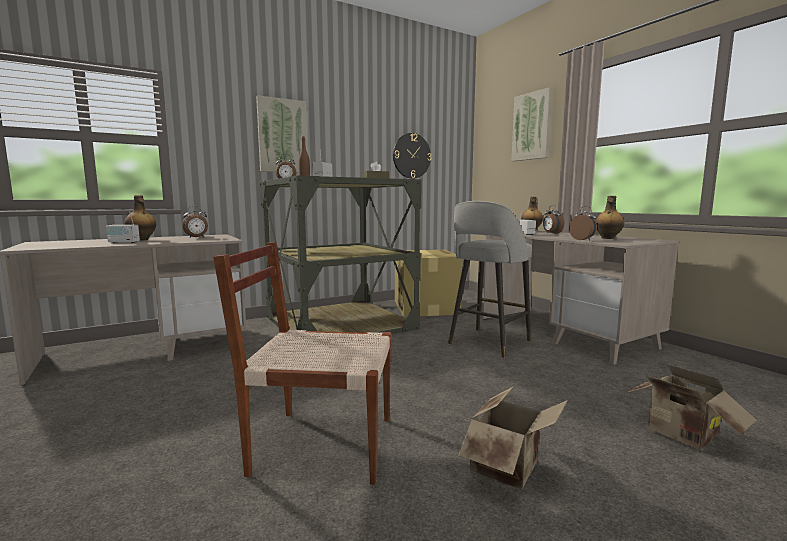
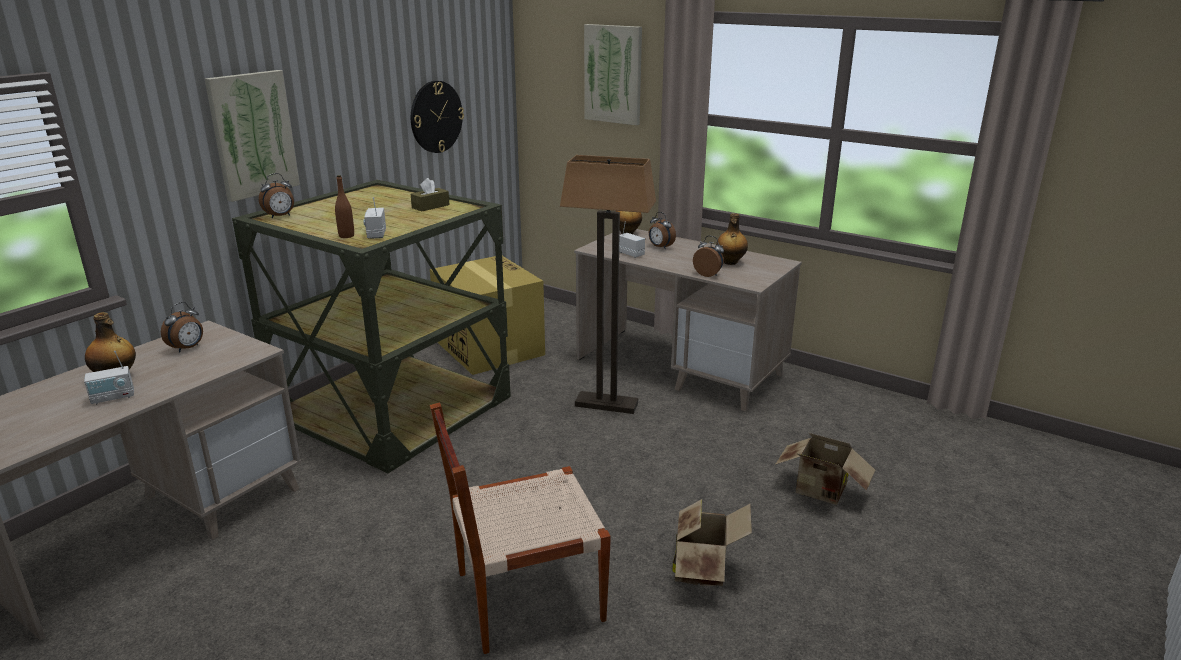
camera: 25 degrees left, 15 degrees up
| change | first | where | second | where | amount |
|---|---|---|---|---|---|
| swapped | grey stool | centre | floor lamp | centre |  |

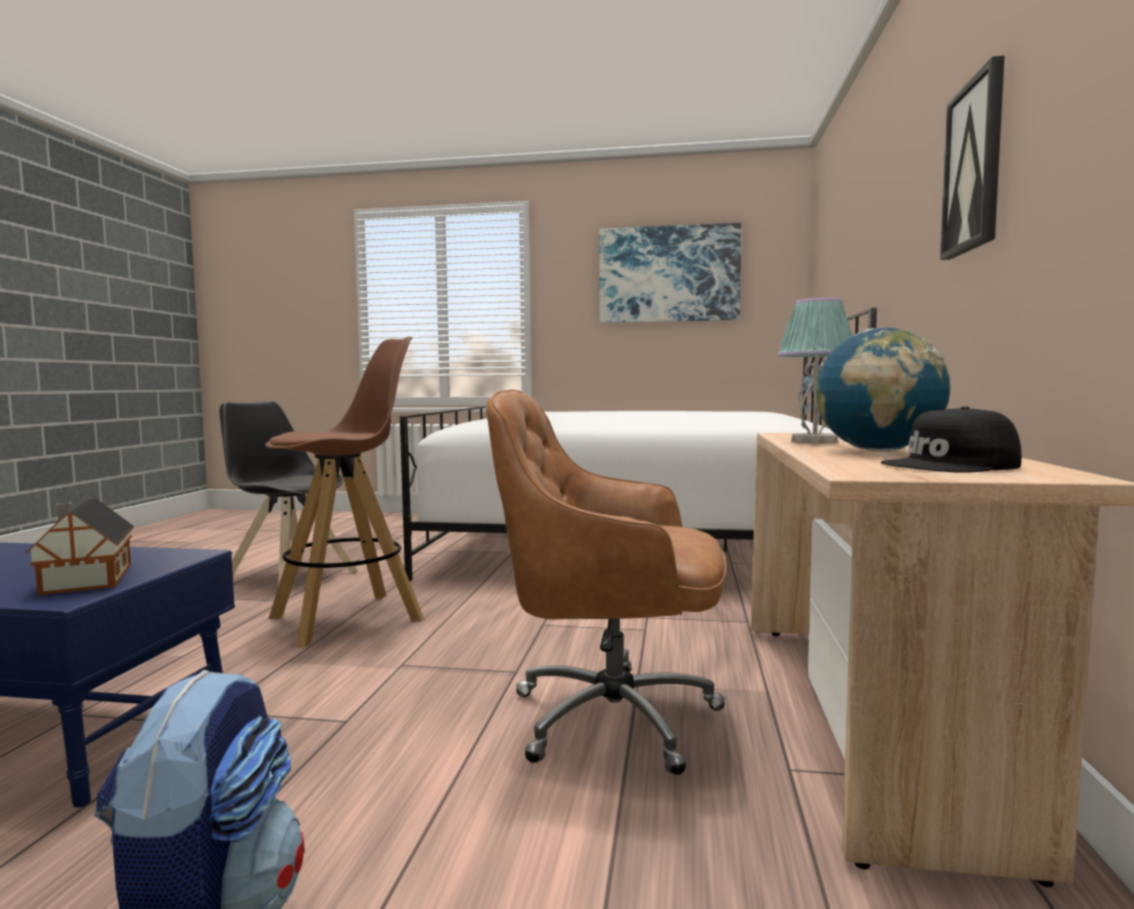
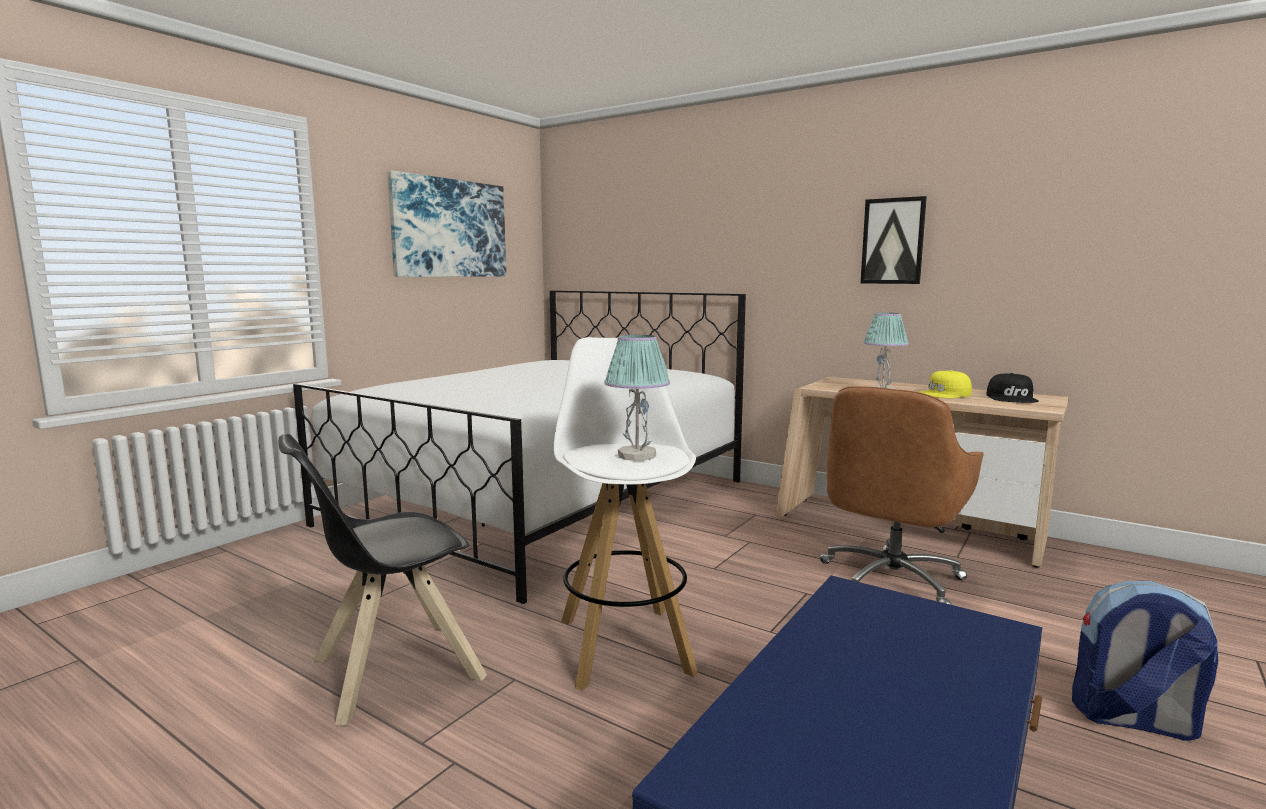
camera: 65 degrees left, 5 degrees up
| change | first | where | second | where | amount |
|---|---|---|---|---|---|
| swapped | globe | middle right | yellow cap | middle right |  |
| repainted | brown stool | middle left | white stool | centre |  |
| gone | toy house | middle left |  |  |  |
| new |  |  | table lamp (no. 1 from left) | centre |  |

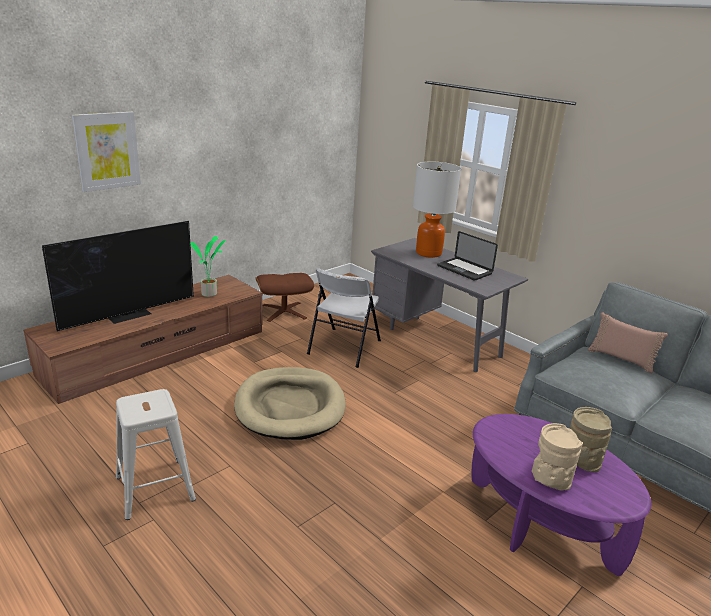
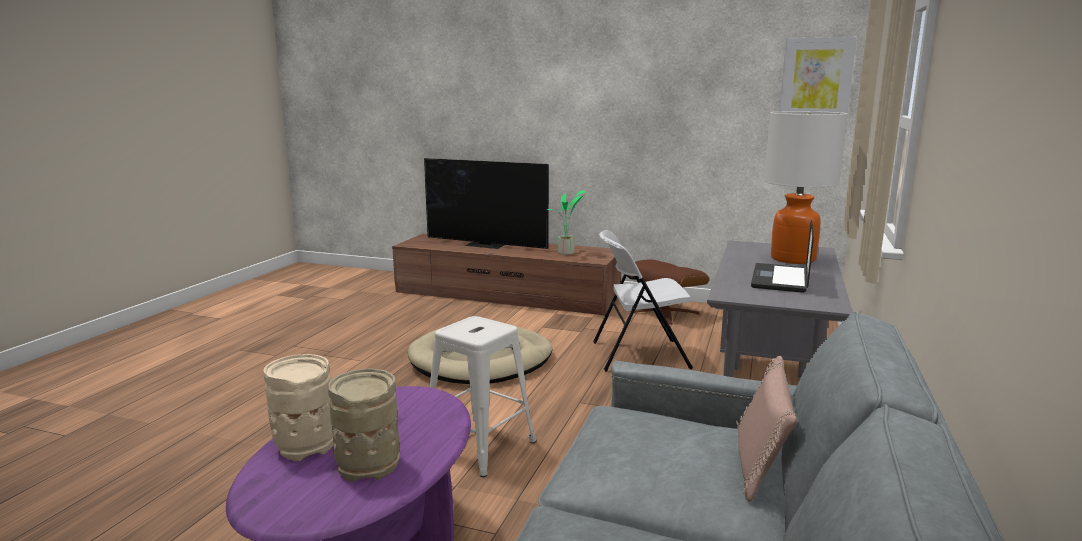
camera: 65 degrees right, 10 degrees down
| change | first | where | second | where | amount |
|---|---|---|---|---|---|
| shifted | picture | top left |  | top right |  |
| shifted | white stool | bottom left |  | bottom centre |  |

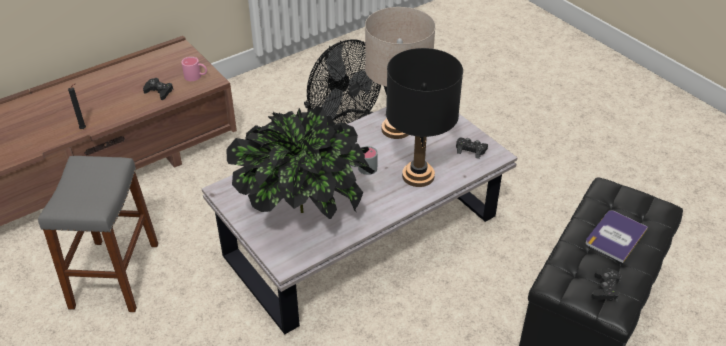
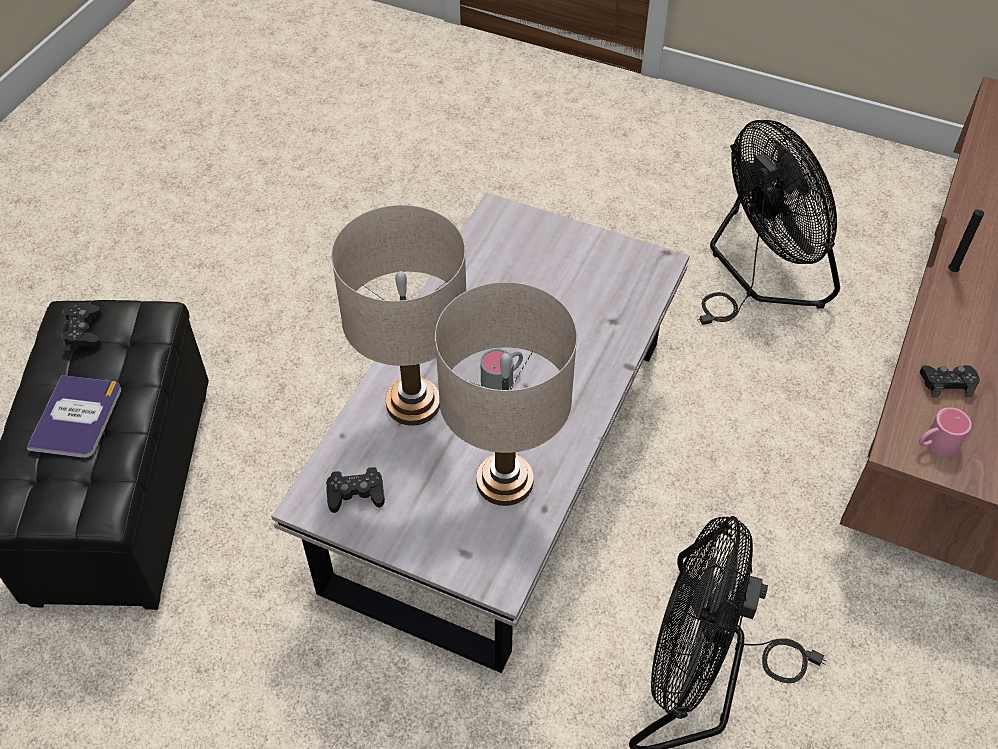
camera: 150 degrees right, 10 degrees up
| change | first | where | second | where | amount |
|---|---|---|---|---|---|
| repainted | black table lamp | centre | beige table lamp (no. 1 from left) | centre |  |
| gone | potted plant | centre |  |  |  |
| swapped | grey stool | bottom left | black fan (no. 2 from left) | top right |  |

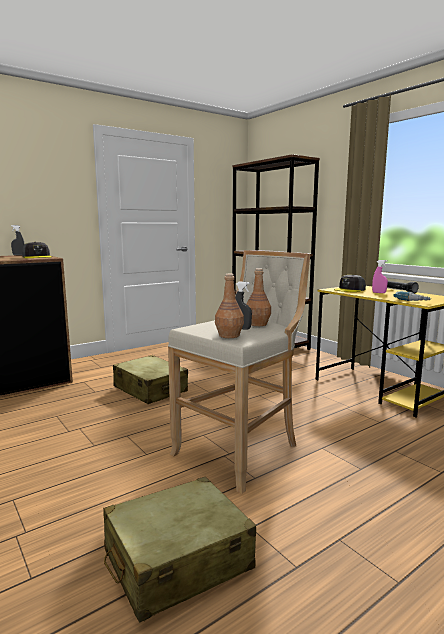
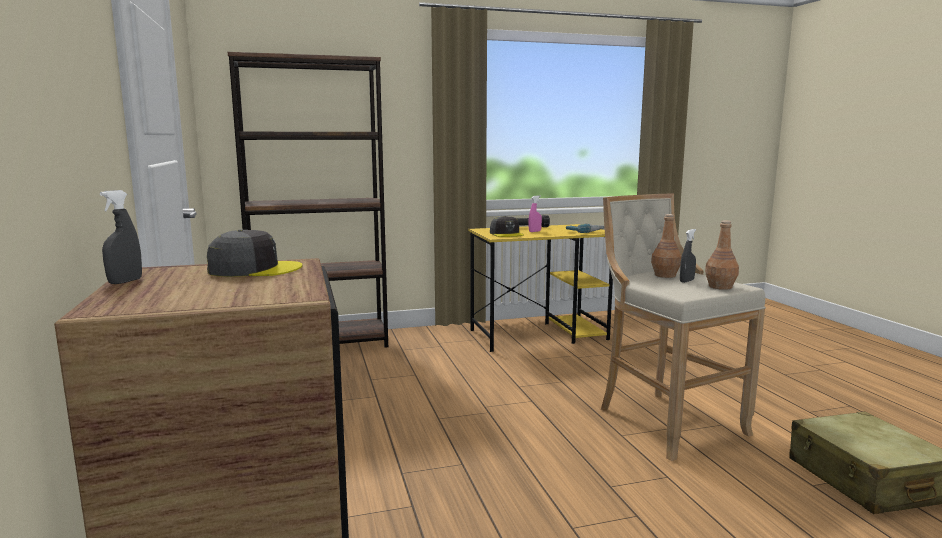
camera: 70 degrees left, 0 degrees up
| change | first | where | second | where | amount |
|---|---|---|---|---|---|
| gone | beige suitcase (no. 1 from left) | centre |  |  |  |

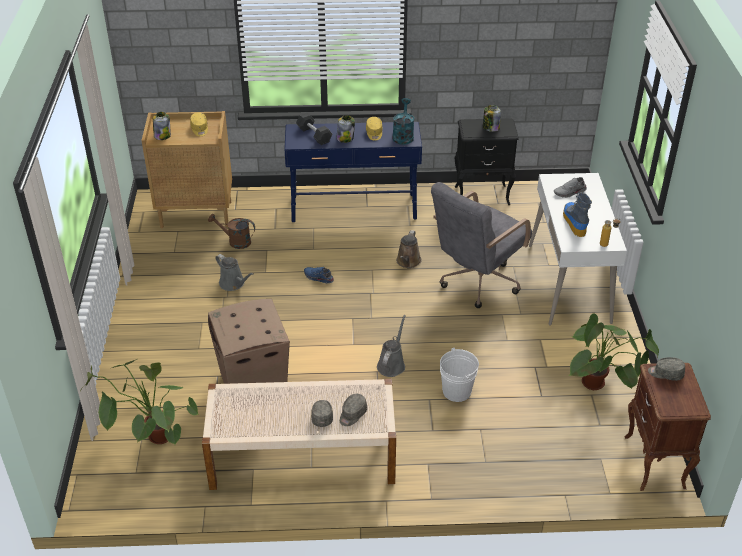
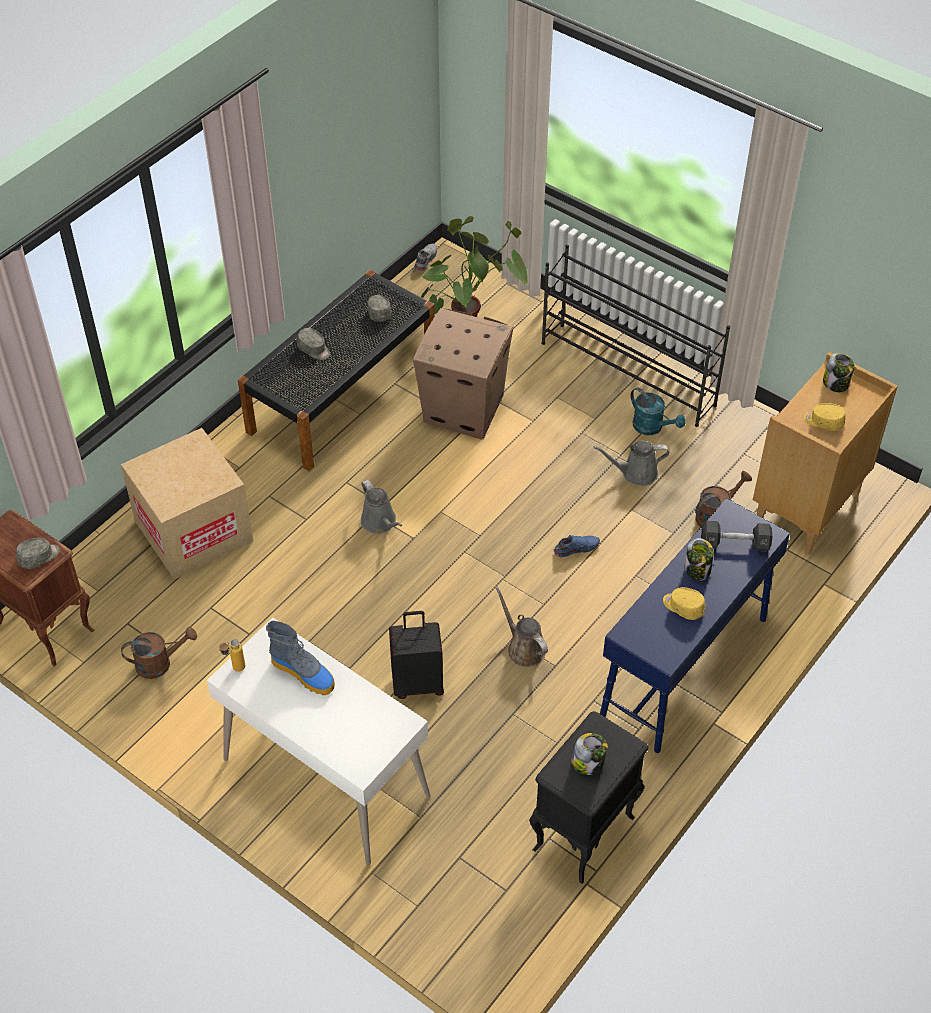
camera: 130 degrees right, 10 degrees up
| change | first | where | second | where | amount |
|---|---|---|---|---|---|
| shifted | turquoise watering can | top centre |  | middle right |  |
| shifted | grey shoe | middle right |  | top centre |  |
| swapped | grey office chair | centre | black suitcase | centre |  |
| swapped | potted plant (no. 2 from left) | middle right | brown watering can (no. 1 from left) | middle left |  |
| gone | white bucket | bottom centre |  |  |  |
| repainted | beige bench | bottom centre | black bench | centre |  |
| shifted | grey cap (no. 2 from left in the first image) | bottom centre | grey cap (no. 3 from left) | top centre |  |
| new |  |  | black shoe rack | top right |  |
| new |  |  | cardboard box (no. 1 from left) | middle left |  |

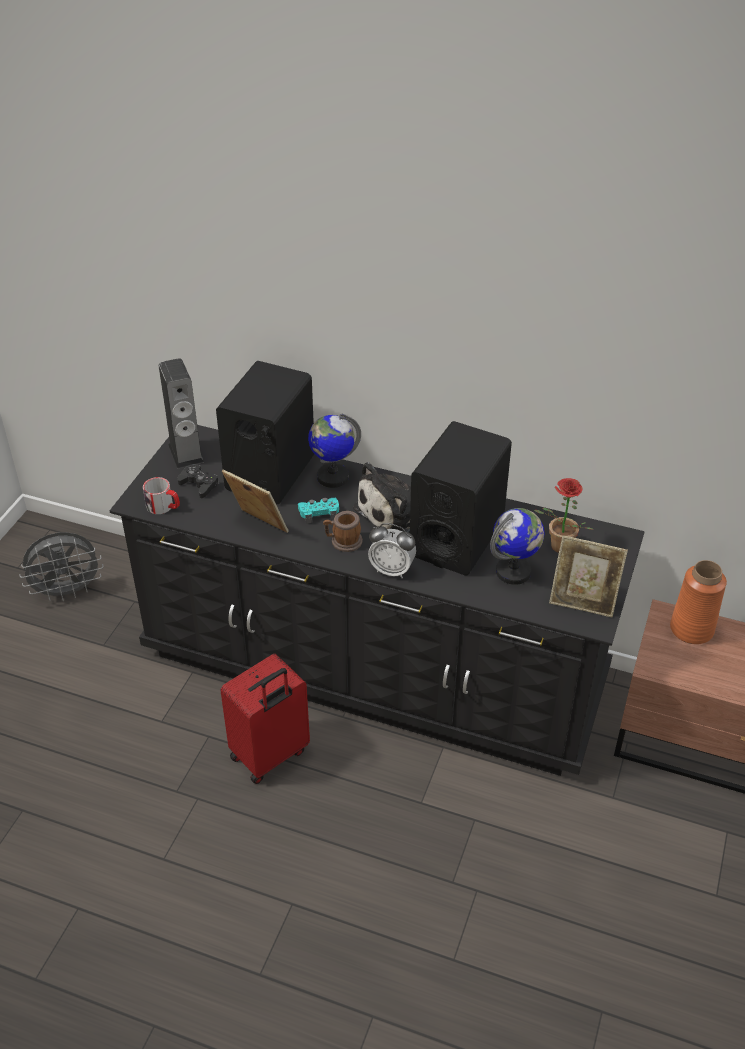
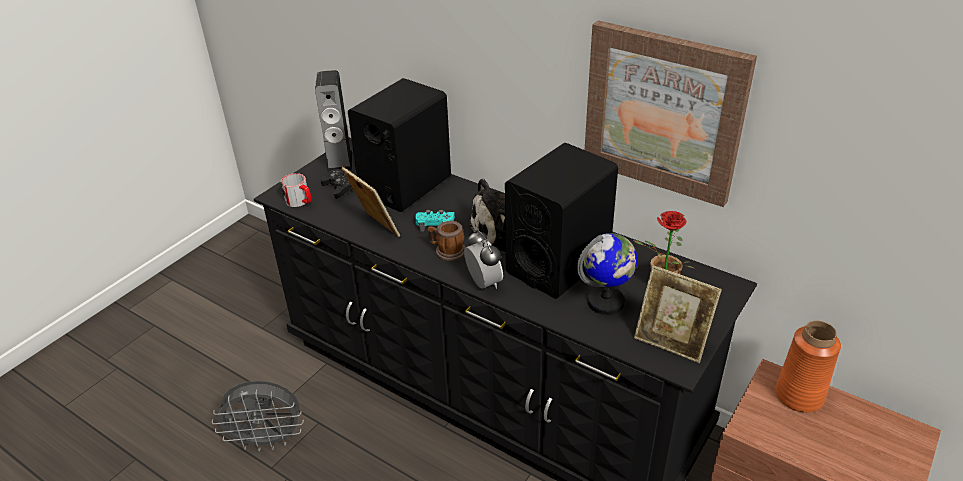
camera: 15 degrees right, 5 degrees down
| change | first | where | second | where | amount |
|---|---|---|---|---|---|
| gone | globe (no. 1 from left) | centre |  |  |  |
| rotated | alarm clock | centre |  | centre | 150 degrees counterclockwise |
| shifted | grey fan | middle left |  | bottom left |  |
| gone | red suitcase | bottom centre |  |  |  |
| new |  |  | picture | top right |  |

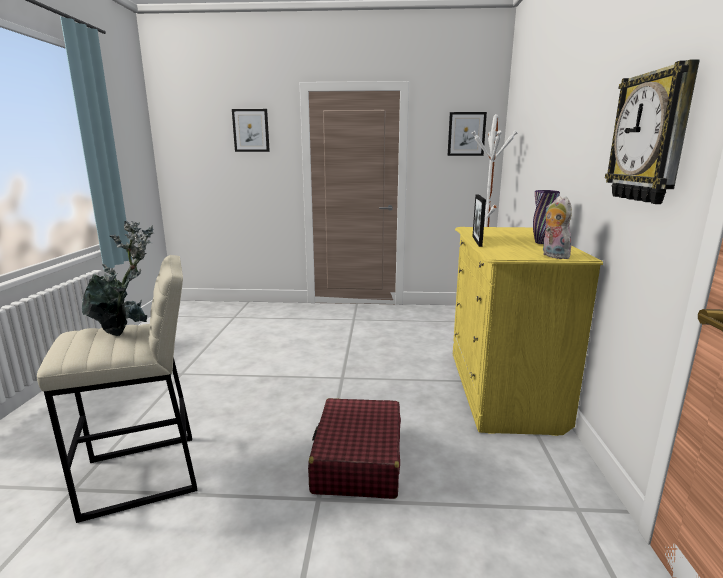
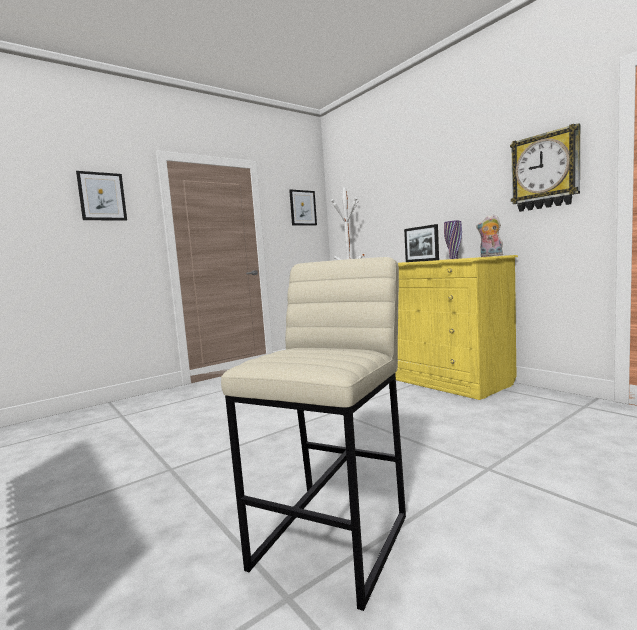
camera: 40 degrees left, 10 degrees down
| change | first | where | second | where | amount |
|---|---|---|---|---|---|
| gone | potted plant | middle left |  |  |  |
| gone | red suitcase | bottom centre |  |  |  |

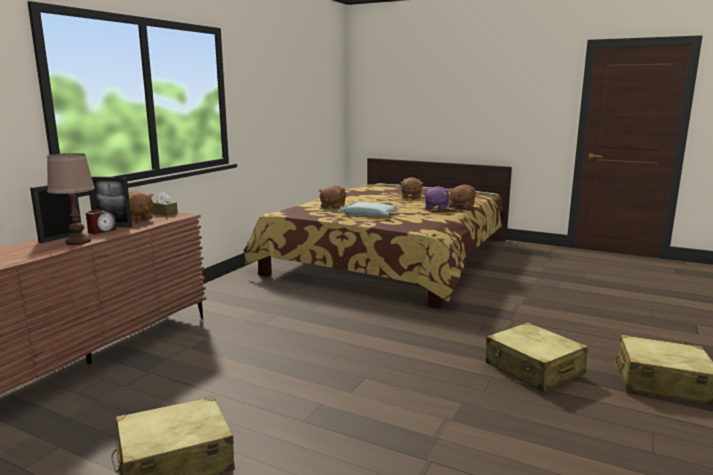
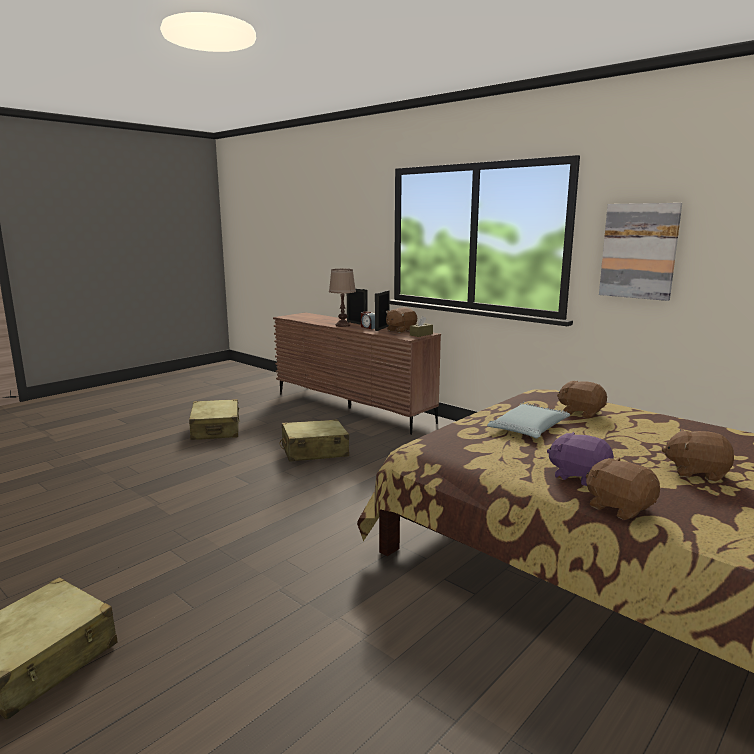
camera: 105 degrees right, 0 degrees up
| change | first | where | second | where | amount |
|---|---|---|---|---|---|
| shifted | beige suitcase (no. 2 from left in the first image) | bottom right | beige suitcase (no. 3 from left) | centre |  |
| new |  |  | picture | middle right |  |

